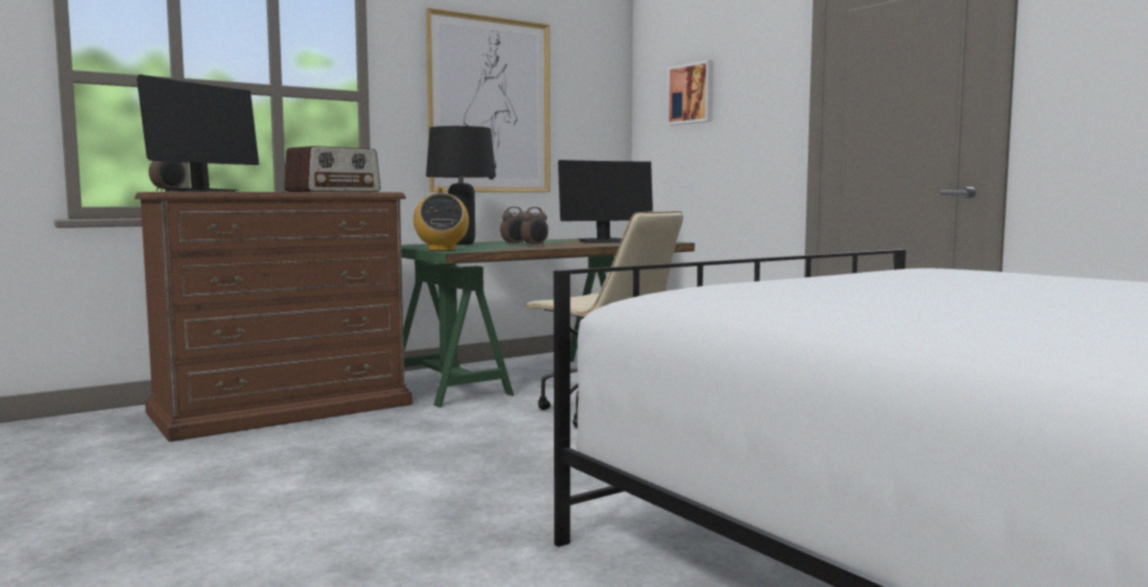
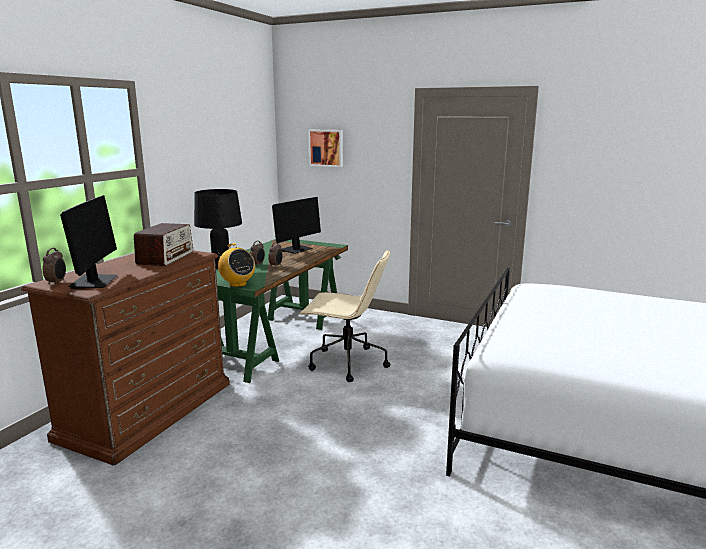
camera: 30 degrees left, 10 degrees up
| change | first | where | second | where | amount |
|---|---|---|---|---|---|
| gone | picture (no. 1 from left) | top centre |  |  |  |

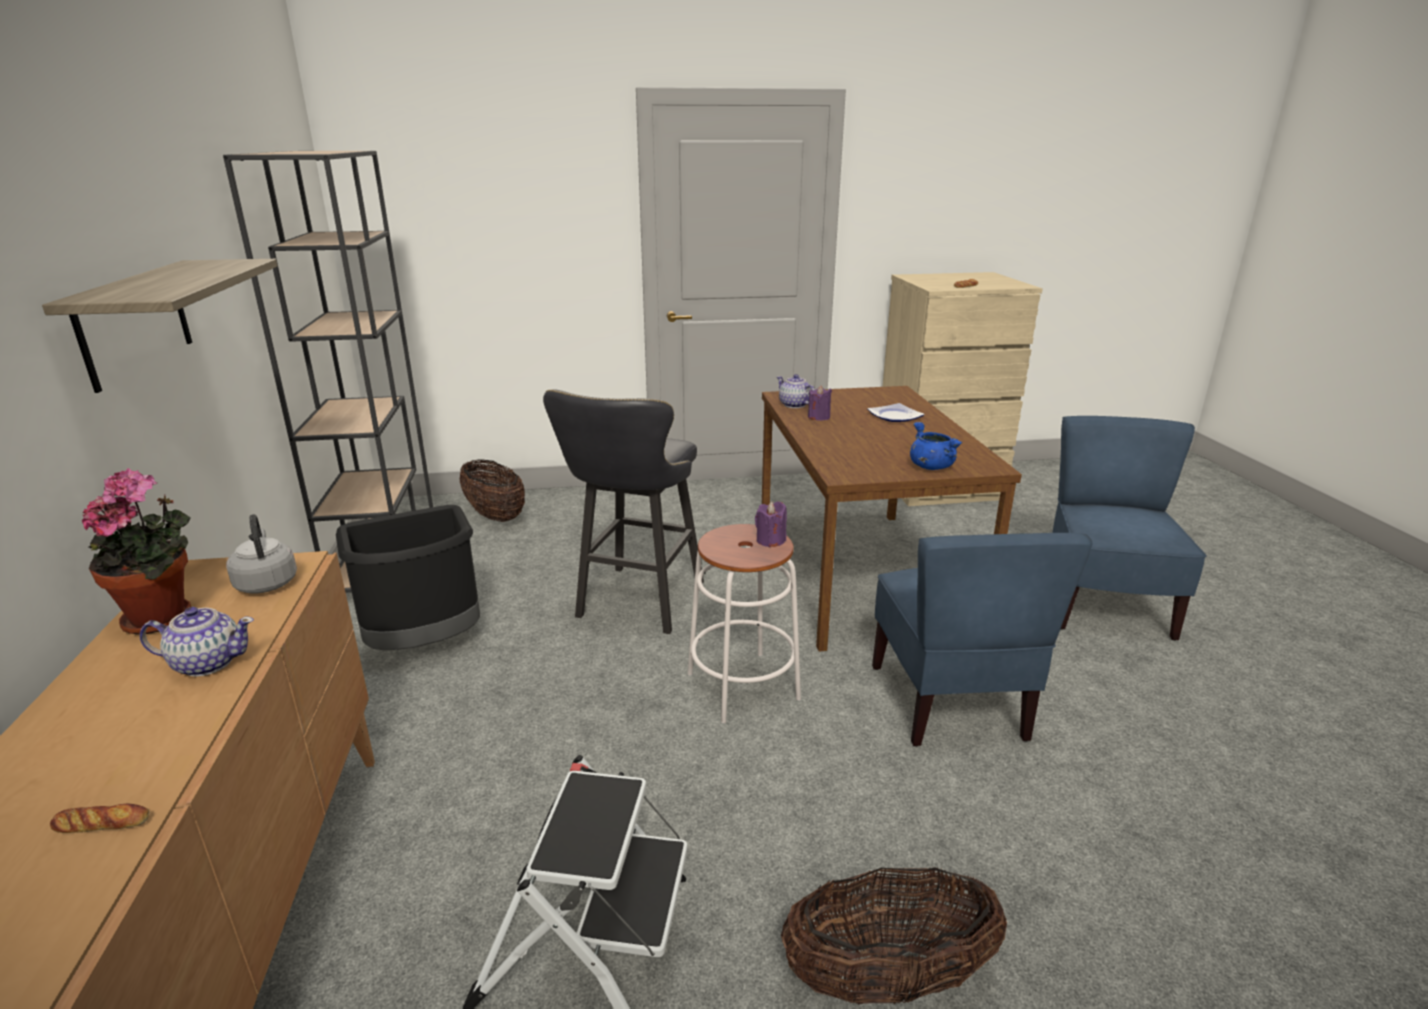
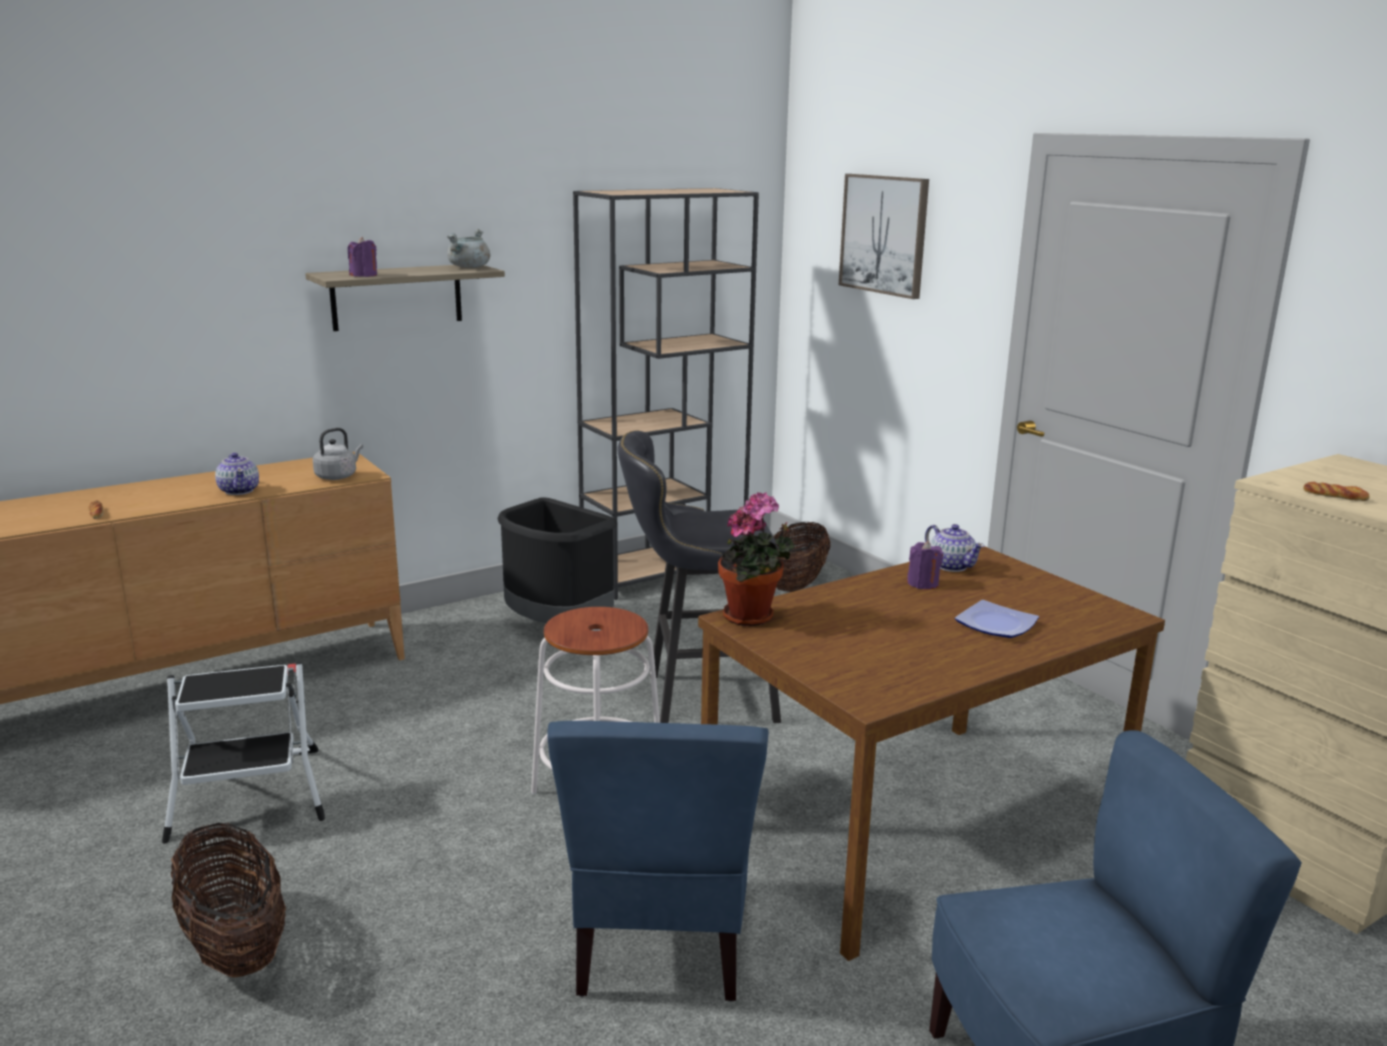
camera: 65 degrees right, 5 degrees down
| change | first | where | second | where | amount |
|---|---|---|---|---|---|
| rotated | teapot (no. 2 from left) | centre |  | middle right | 120 degrees clockwise |
| gone | blue cooking pot | centre |  |  |  |
| shifted | potted plant | middle left |  | centre |  |
| shifted | purple candle (no. 1 from left) | centre |  | top left |  |
| rotated | blue chair (no. 1 from left) | middle right |  | bottom centre | 60 degrees counterclockwise |
| new |  |  | picture | top centre |  |
| new |  |  | grey cooking pot | top centre |  |

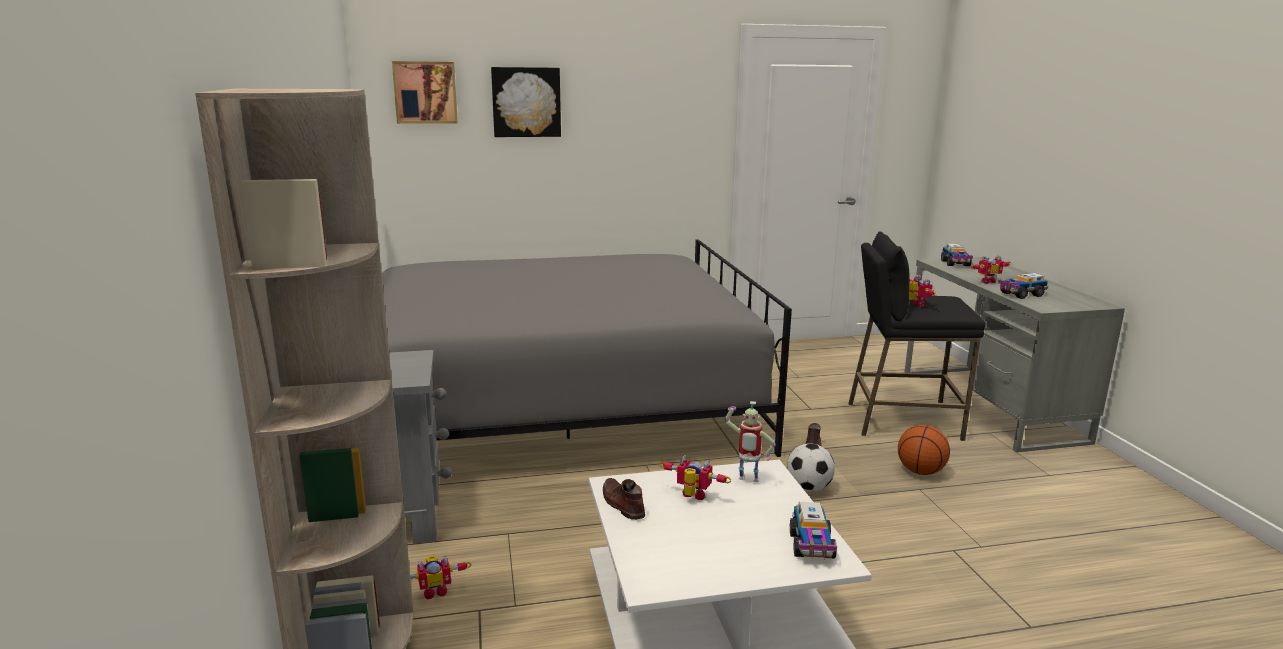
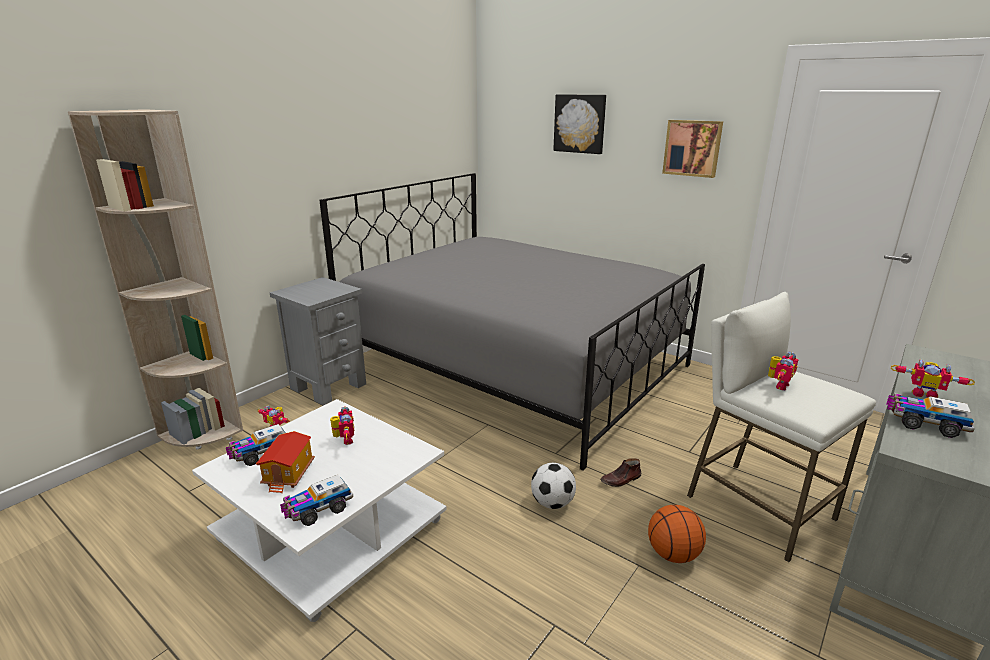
camera: 50 degrees right, 5 degrees up
| change | first | where | second | where | amount |
|---|---|---|---|---|---|
| shifted | picture (no. 1 from left in the first image) | top left | picture (no. 2 from left) | top right |  |
| repainted | black stool | middle right | white stool | middle right |  |
| shifted | toy truck (no. 2 from left in the first image) | middle right | toy truck (no. 1 from left) | bottom left |  |
| gone | toy robot (no. 3 from left) | bottom centre |  |  |  |
| gone | brown shoe (no. 1 from left) | bottom centre |  |  |  |
| new |  |  | toy house | bottom left |  |

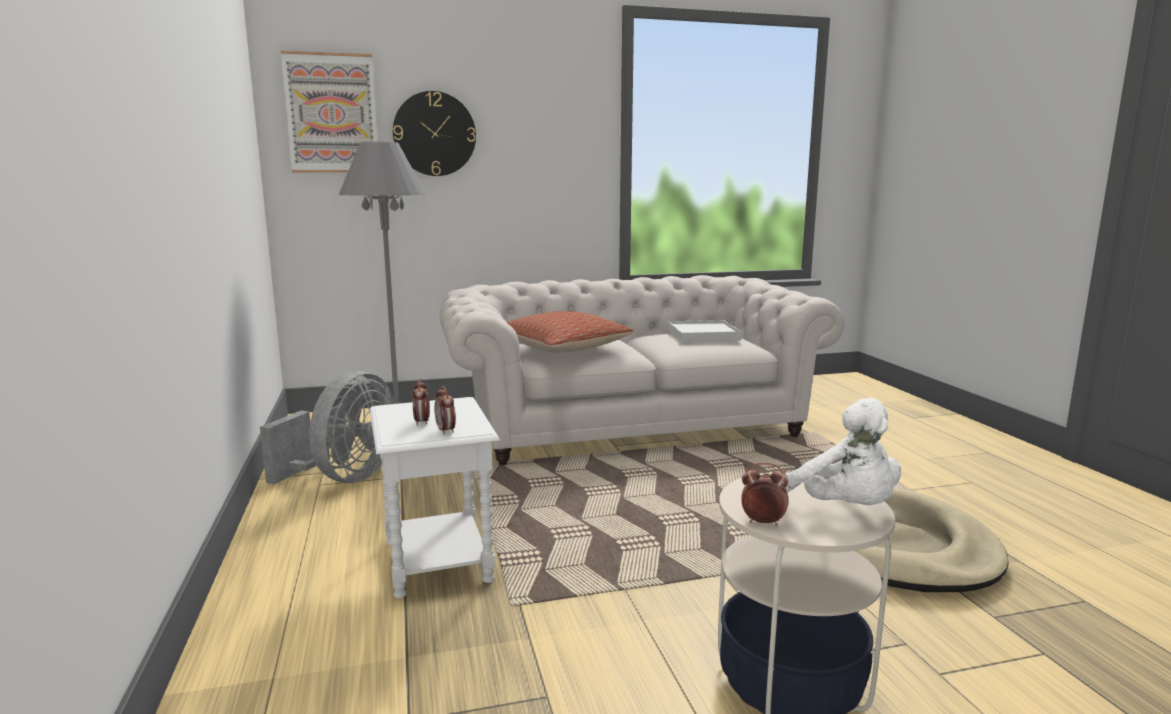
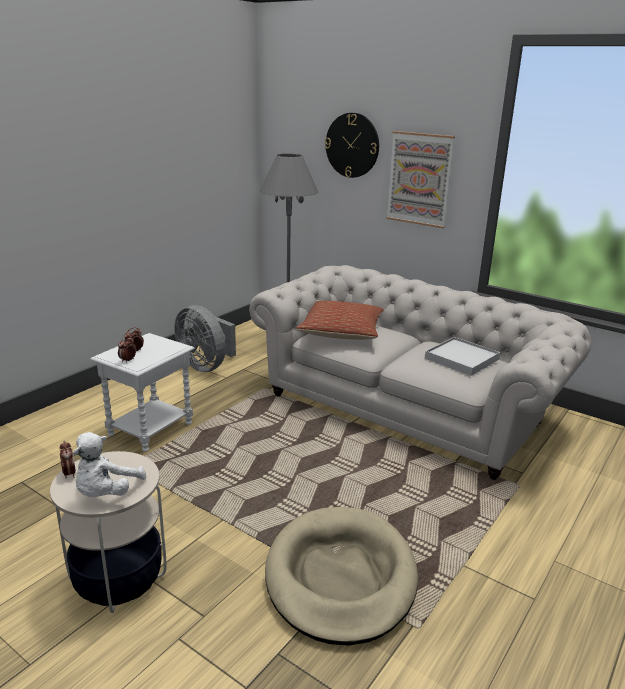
camera: 50 degrees right, 10 degrees up
| change | first | where | second | where | amount |
|---|---|---|---|---|---|
| shifted | picture | top left |  | top right |  |
| rotated | grey fan | middle left |  | middle left | 60 degrees clockwise |

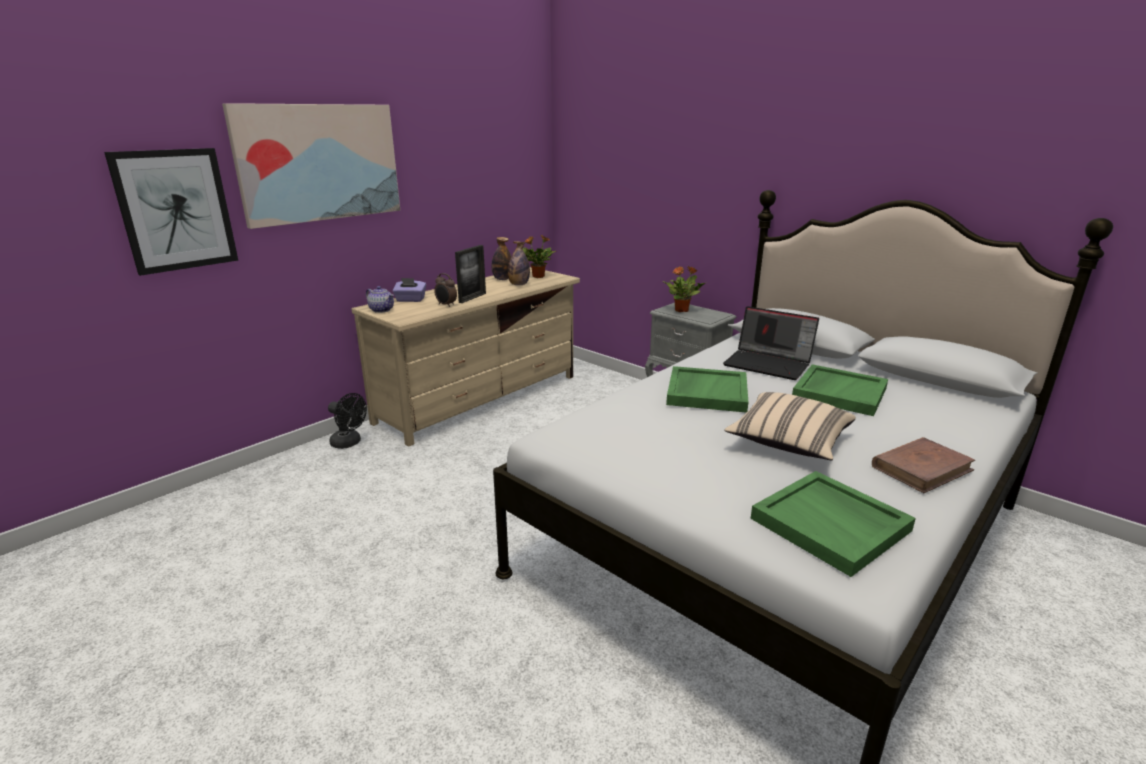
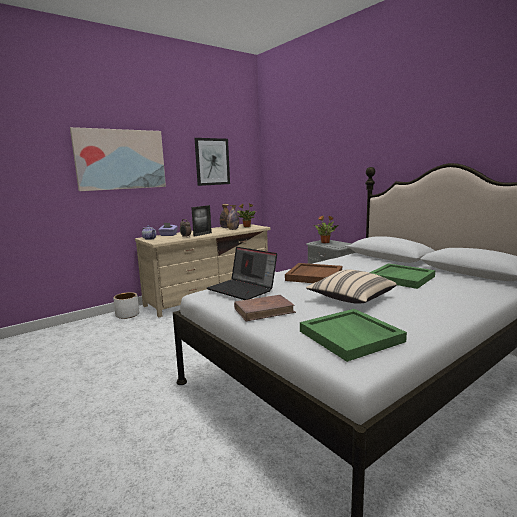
camera: 10 degrees right, 10 degrees down
| change | first | where | second | where | amount |
|---|---|---|---|---|---|
| shifted | picture (no. 1 from left in the first image) | top left | picture (no. 2 from left) | top centre |  |
| shifted | laptop | middle right |  | centre |  |
| repainted | green tray (no. 1 from left) | centre | brown tray | centre |  |
| swapped | black fan | middle left | white planter | middle left |  |
| shifted | brown book | middle right |  | centre |  |

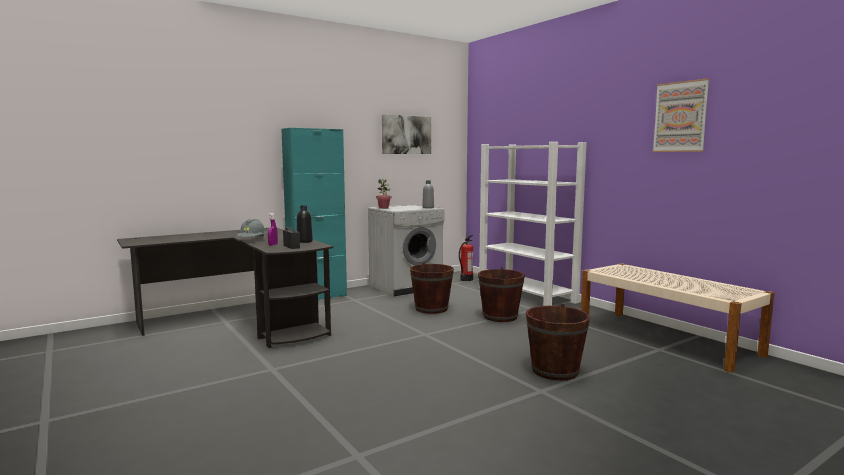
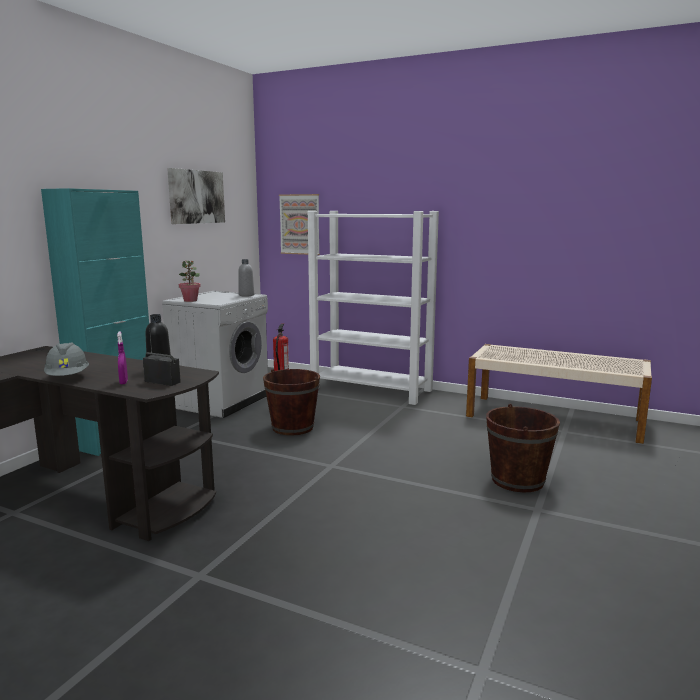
camera: 30 degrees left, 5 degrees up
| change | first | where | second | where | amount |
|---|---|---|---|---|---|
| shifted | picture (no. 2 from left) | top right |  | top centre |  |
| gone | brown bucket (no. 2 from left) | centre |  |  |  |

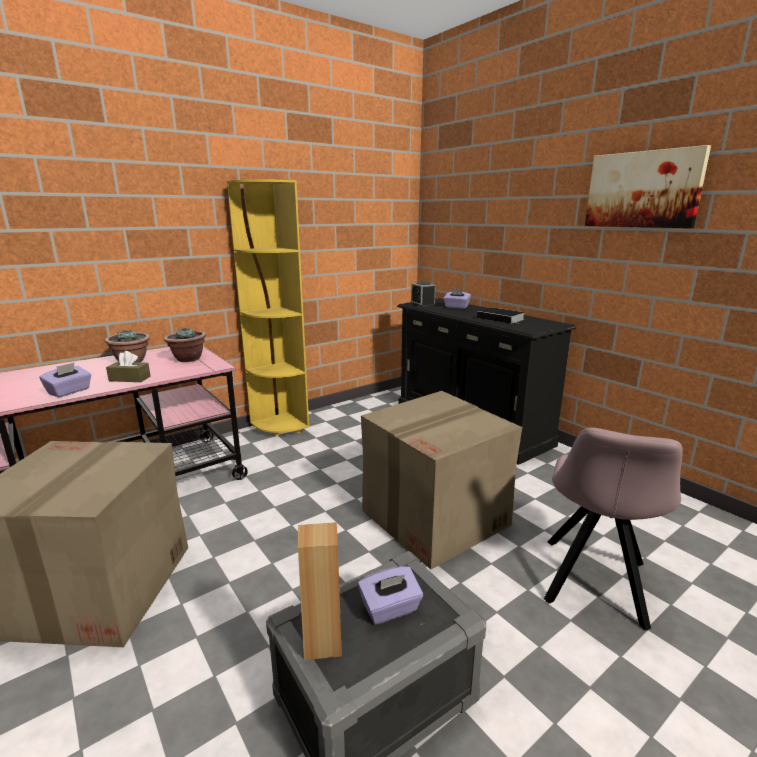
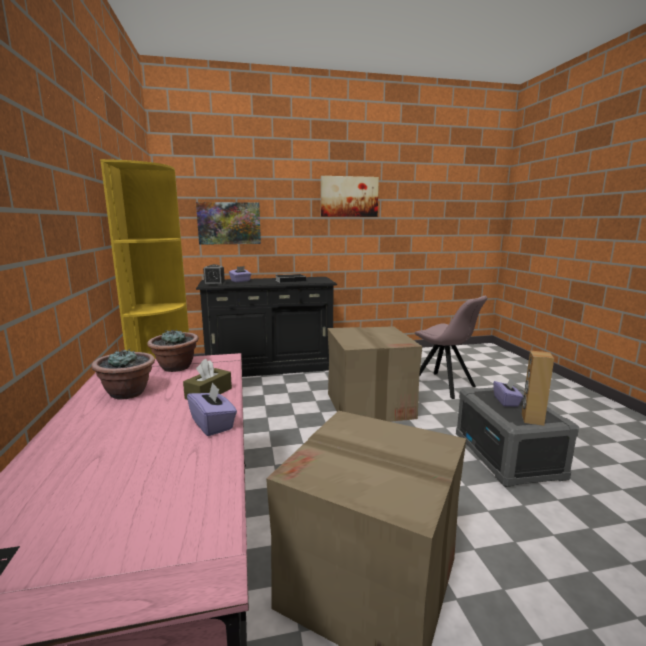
camera: 65 degrees left, 5 degrees down
| change | first | where | second | where | amount |
|---|---|---|---|---|---|
| new |  |  | picture (no. 1 from left) | centre |  |

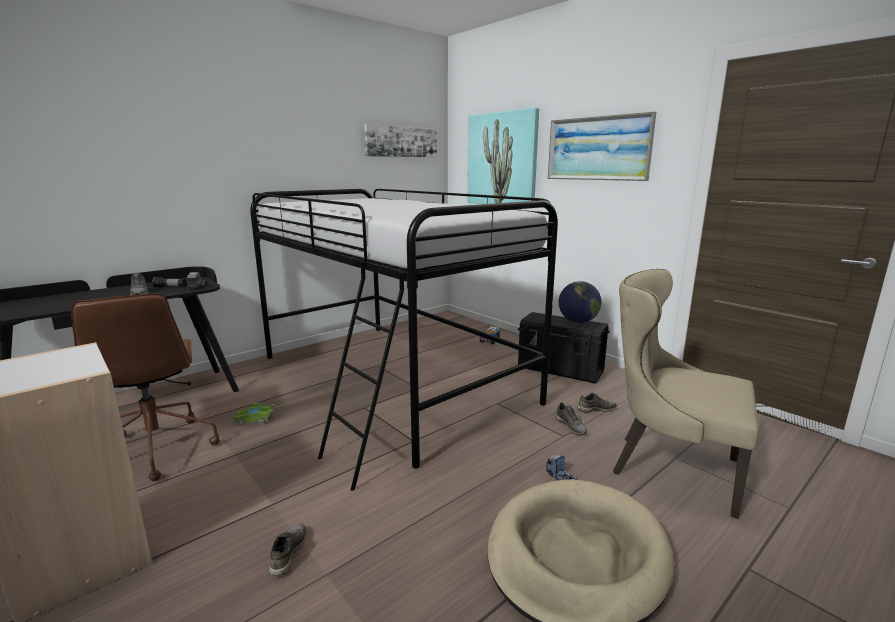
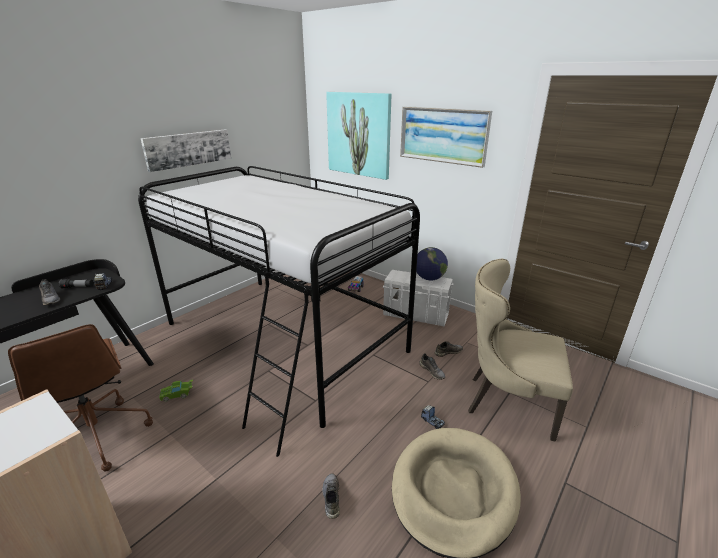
camera: 10 degrees left, 10 degrees up
| change | first | where | second | where | amount |
|---|---|---|---|---|---|
| shifted | picture (no. 1 from left) | top centre |  | top left |  |
| repainted | black storage box | centre | white storage box | centre |  |
| shifted | grey shoe (no. 2 from left) | bottom left |  | bottom centre |  |

